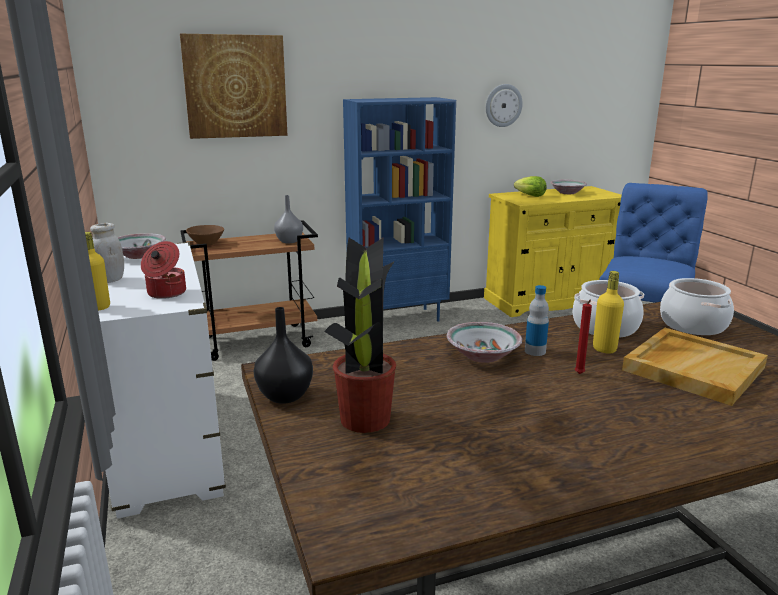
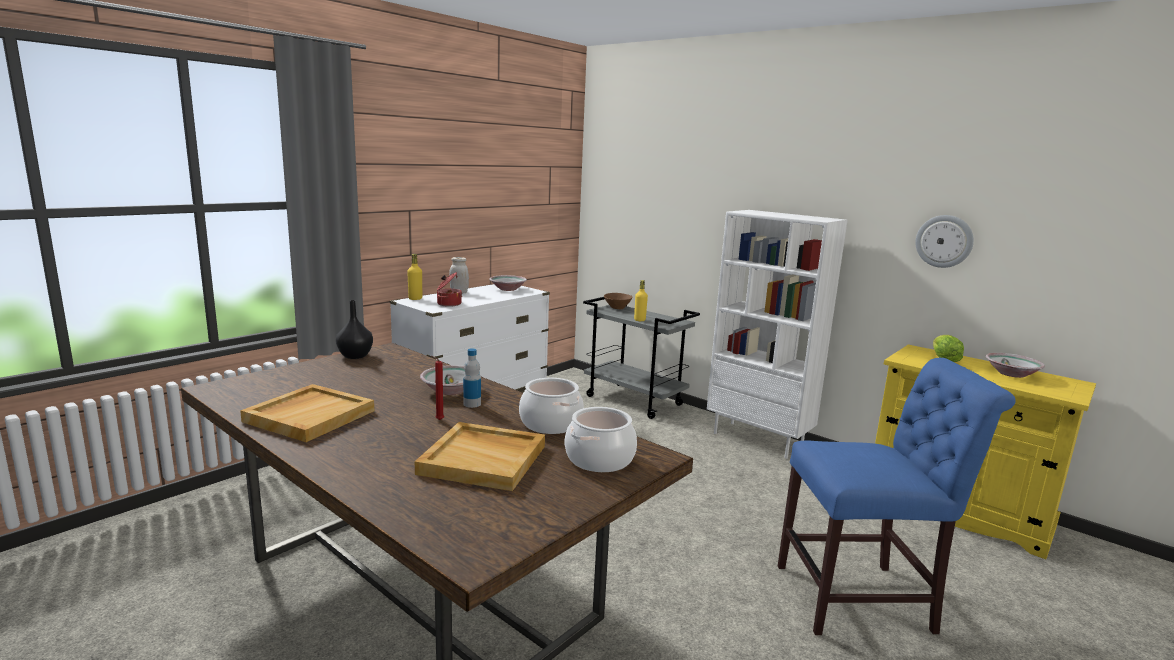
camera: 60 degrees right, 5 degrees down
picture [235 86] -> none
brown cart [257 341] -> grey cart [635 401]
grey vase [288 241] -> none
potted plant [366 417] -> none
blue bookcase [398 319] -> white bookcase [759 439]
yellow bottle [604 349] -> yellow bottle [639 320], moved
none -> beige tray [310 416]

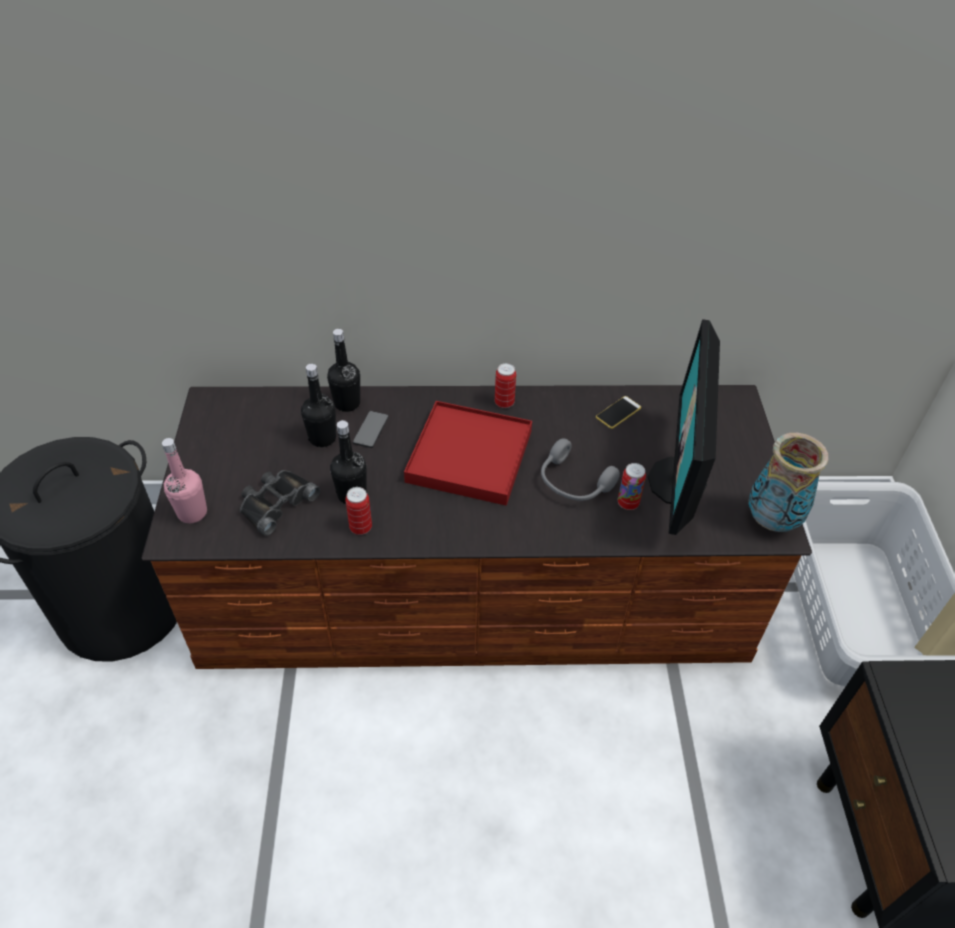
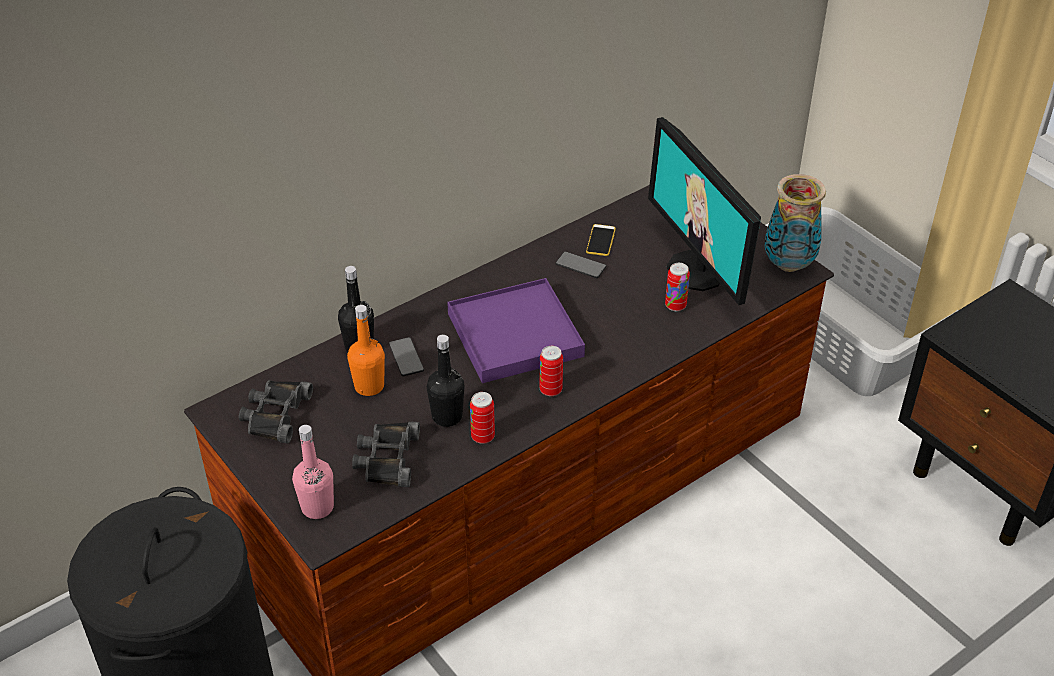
camera: 35 degrees left, 5 degrees down
black bottle [322 438] -> orange bottle [369 386]
red tray [469 456] -> purple tray [515 335]
can [504 402] -> can [550 390], moved
grey headphones [573 483] -> none
none -> black binoculars [275 414]
none -> phone [580 266]

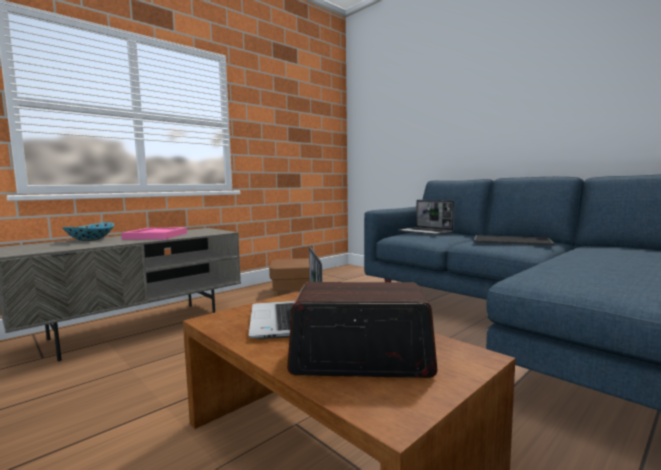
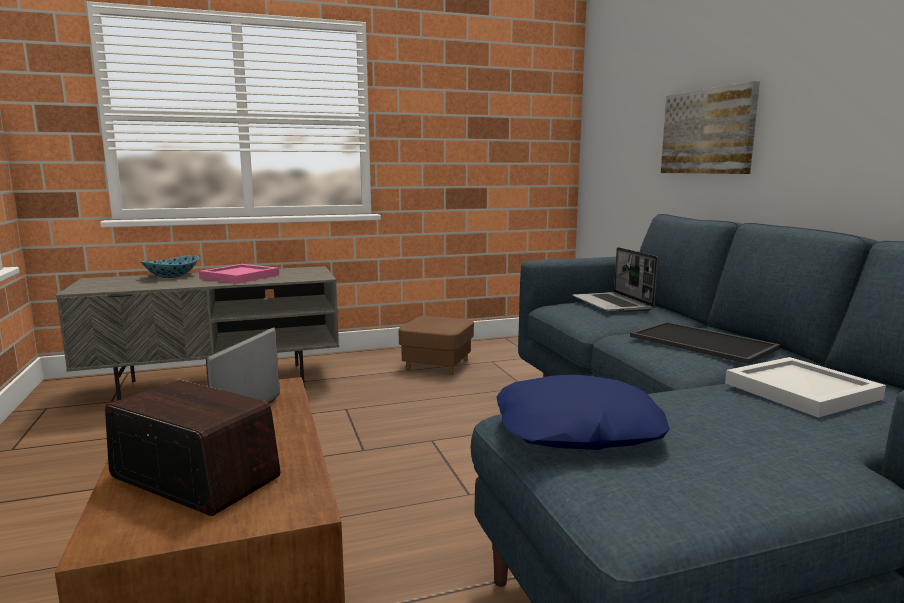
camera: 25 degrees right, 5 degrees up
none -> blue pillow [577 429]
none -> picture [708 132]
none -> white tray [804 391]

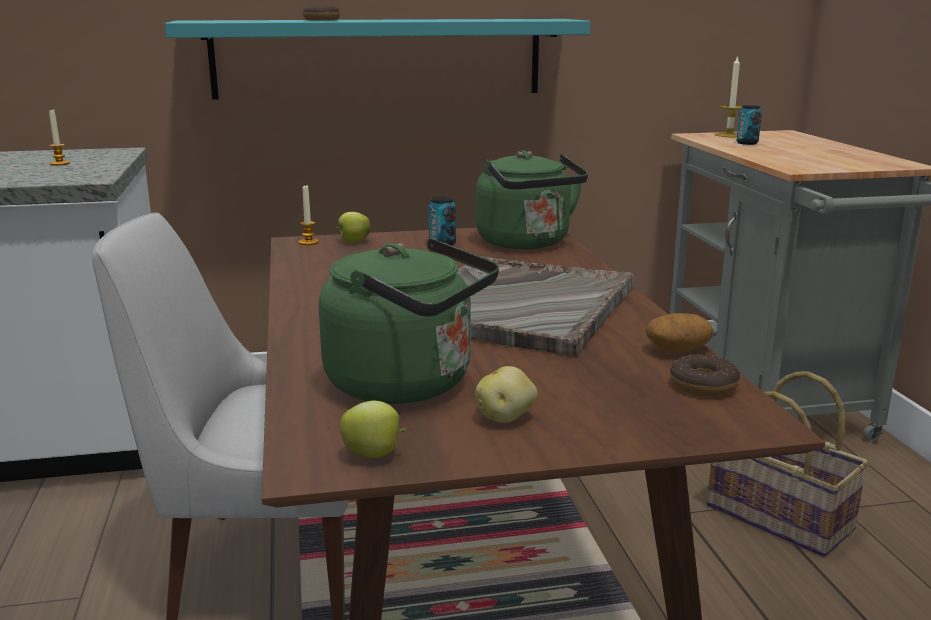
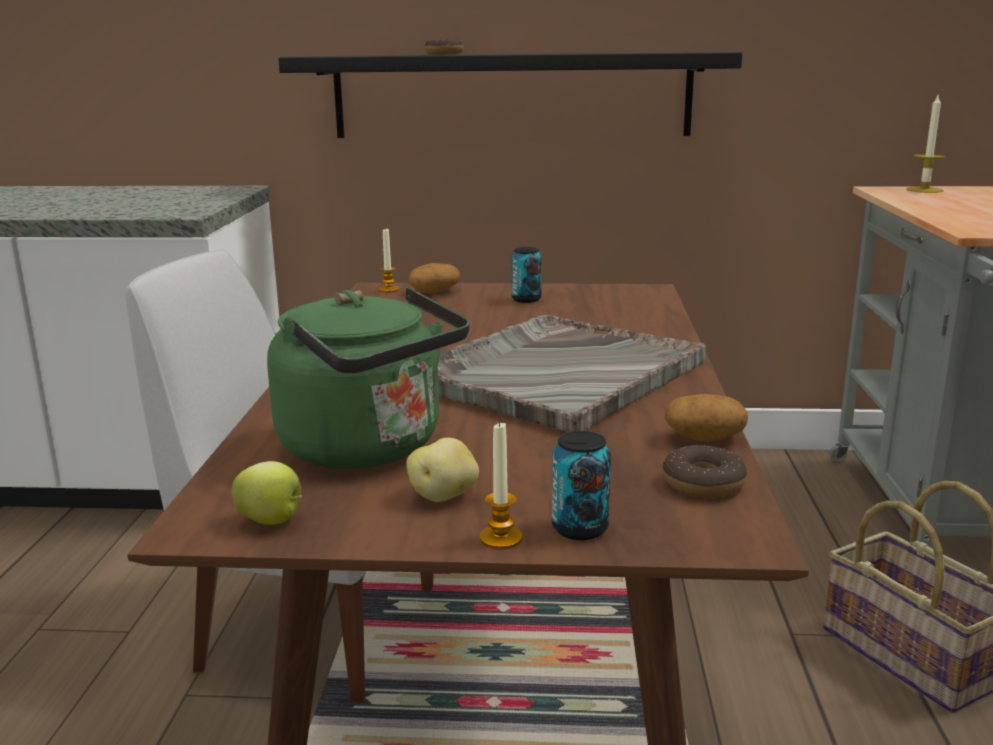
camera: 15 degrees right, 0 degrees up
candle [60 164] -> candle [501 538], moved
turquoise shelf [378 58] -> black shelf [511 95]
apple [353 241] -> potato [434 291]
green kettle [527 243] -> none
can [747 143] -> can [580 528], moved

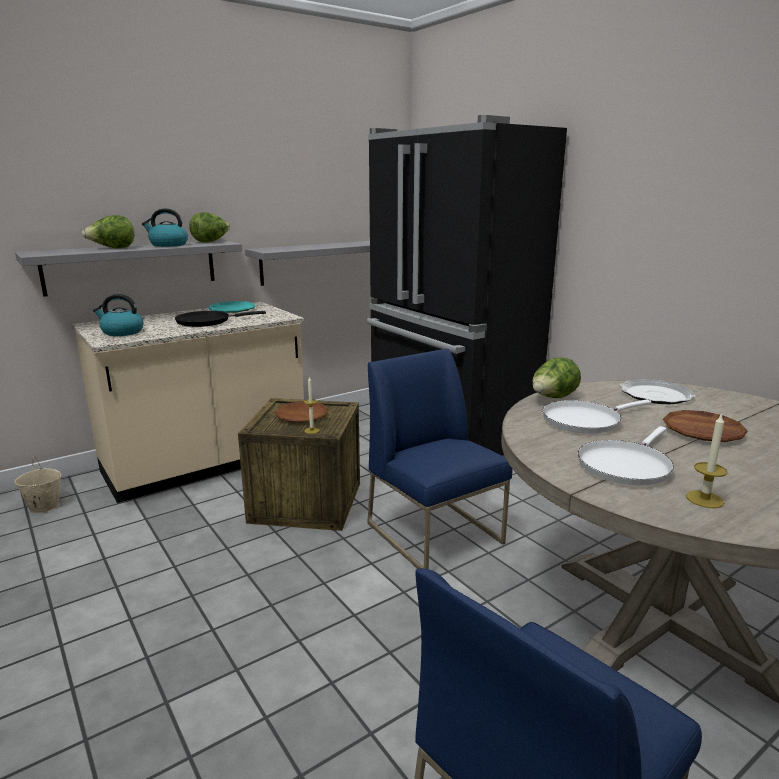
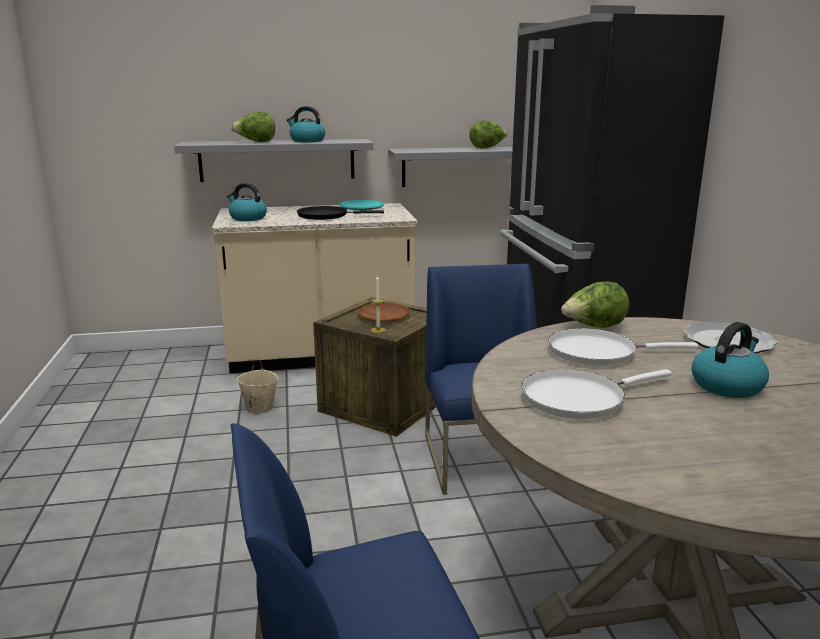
camera: 25 degrees right, 0 degrees up
beige bucket [43 506] -> beige bucket [259 408], moved
lettuce [211 242] -> lettuce [487 148], moved
brown plate [702 431] -> kettle [727 385]
candle [704 499] -> none

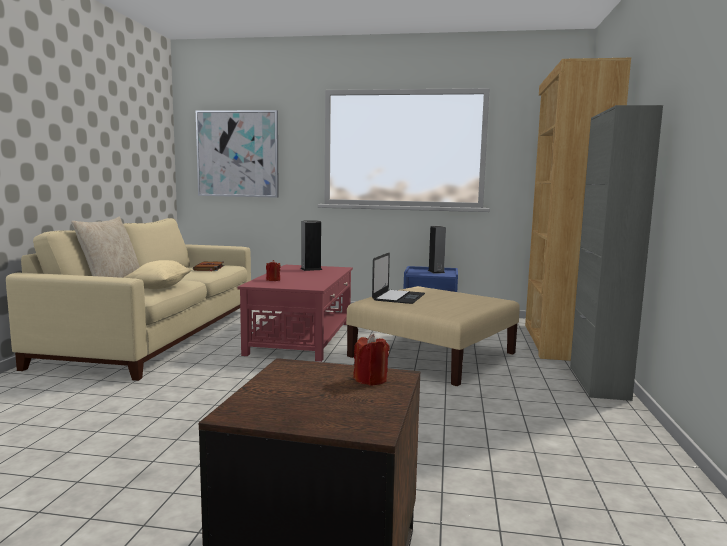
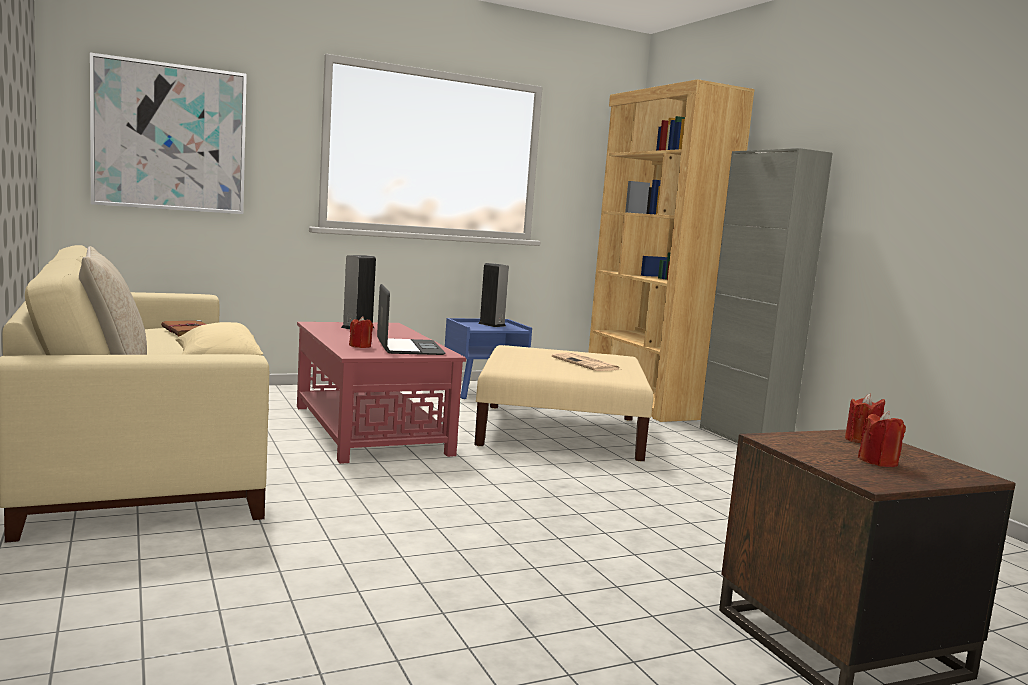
camera: 35 degrees left, 0 degrees up
laptop [399 297] -> laptop [409 347], moved
none -> newspaper [586 363]
none -> red candle [878 462]

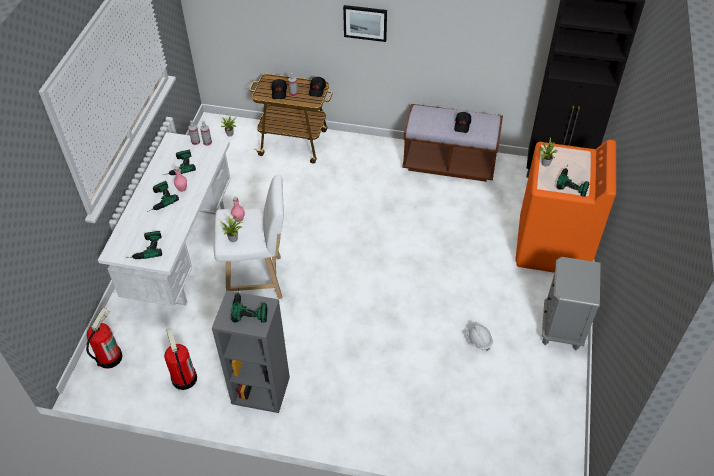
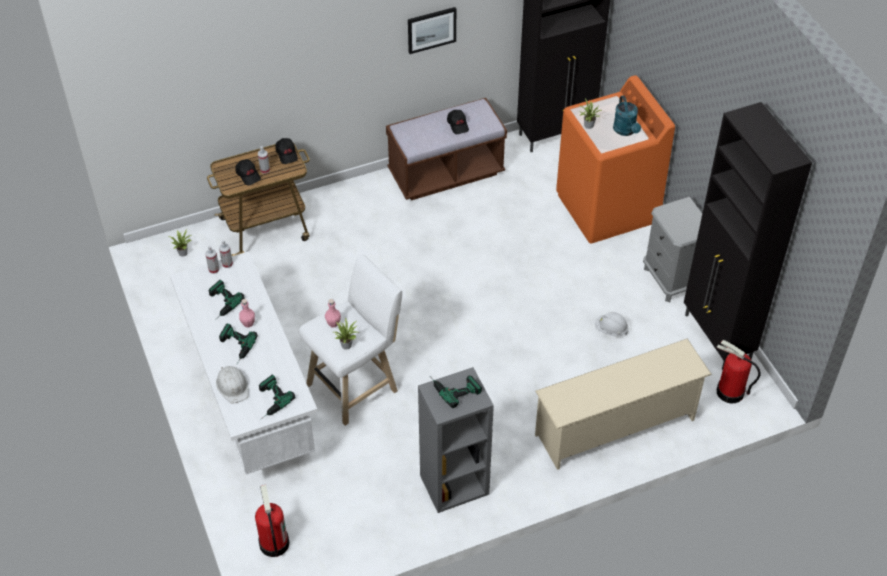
camera: 35 degrees left, 0 degrees up
fire extinguisher [184 378] -> fire extinguisher [729 392], moved
picture [365 22] -> picture [431 29], moved
power drill [573 181] -> turquoise watering can [626 131]
none -> white hard hat [233 386]
none -> beige shoe rack [616 428]
none -> black cabinet [717 338]

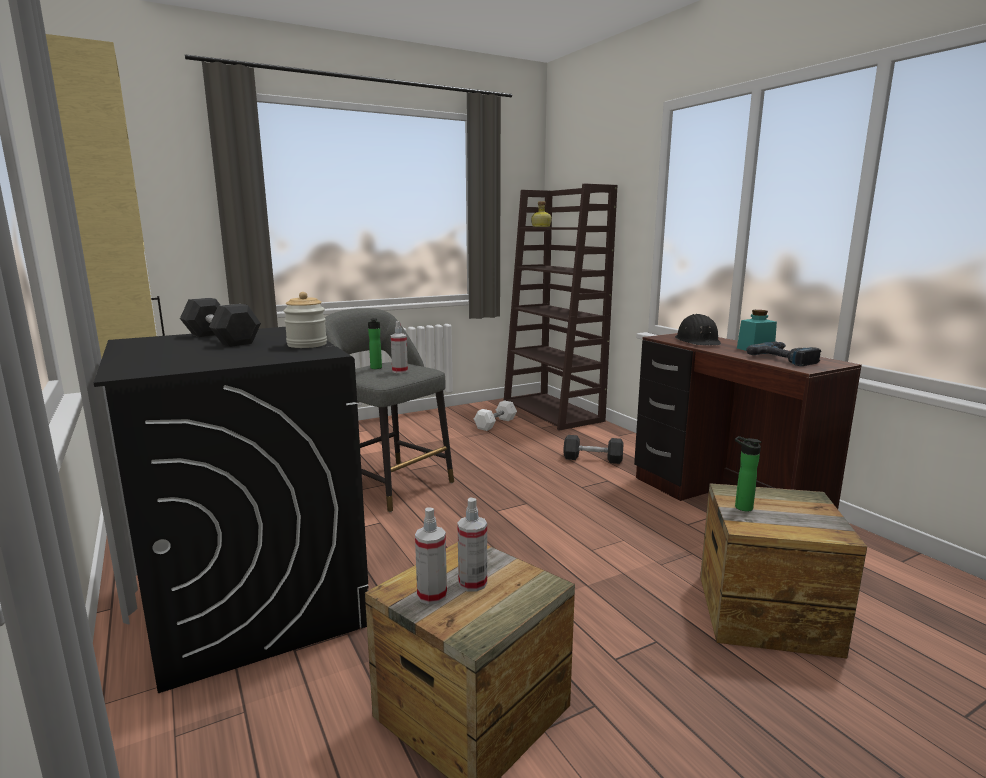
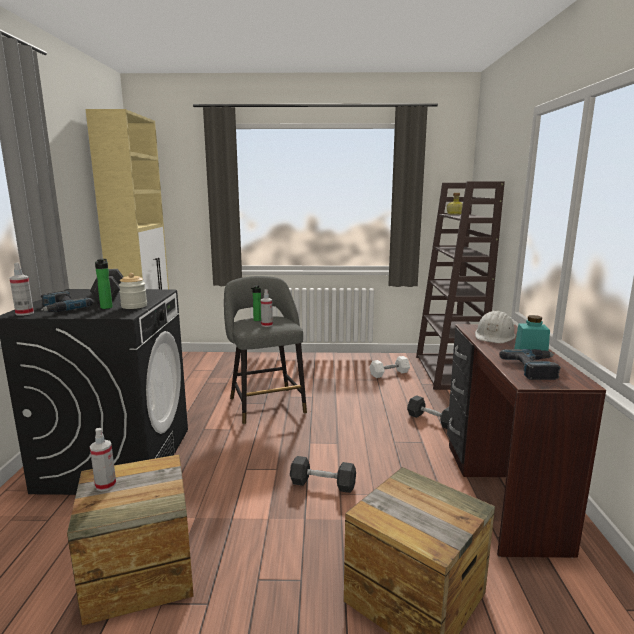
camera: 30 degrees right, 0 degrees up
spray bottle [472 583] -> spray bottle [24 313], moved
black hard hat [698 341] -> white hard hat [494 336]
bottle [741 507] -> bottle [106 307], moved
none -> power drill [60 308]
none -> grey dumbbell [322 484]

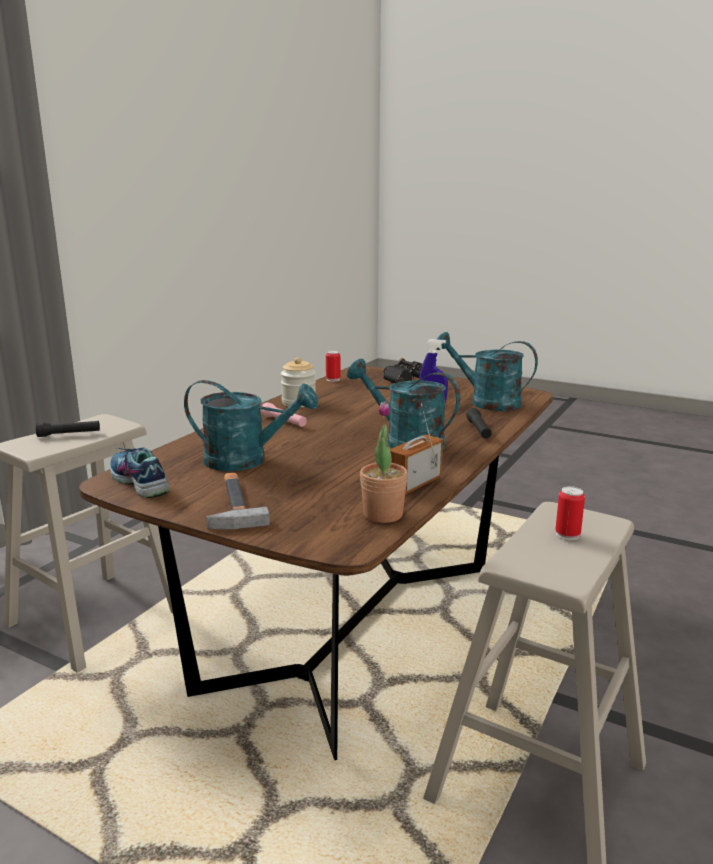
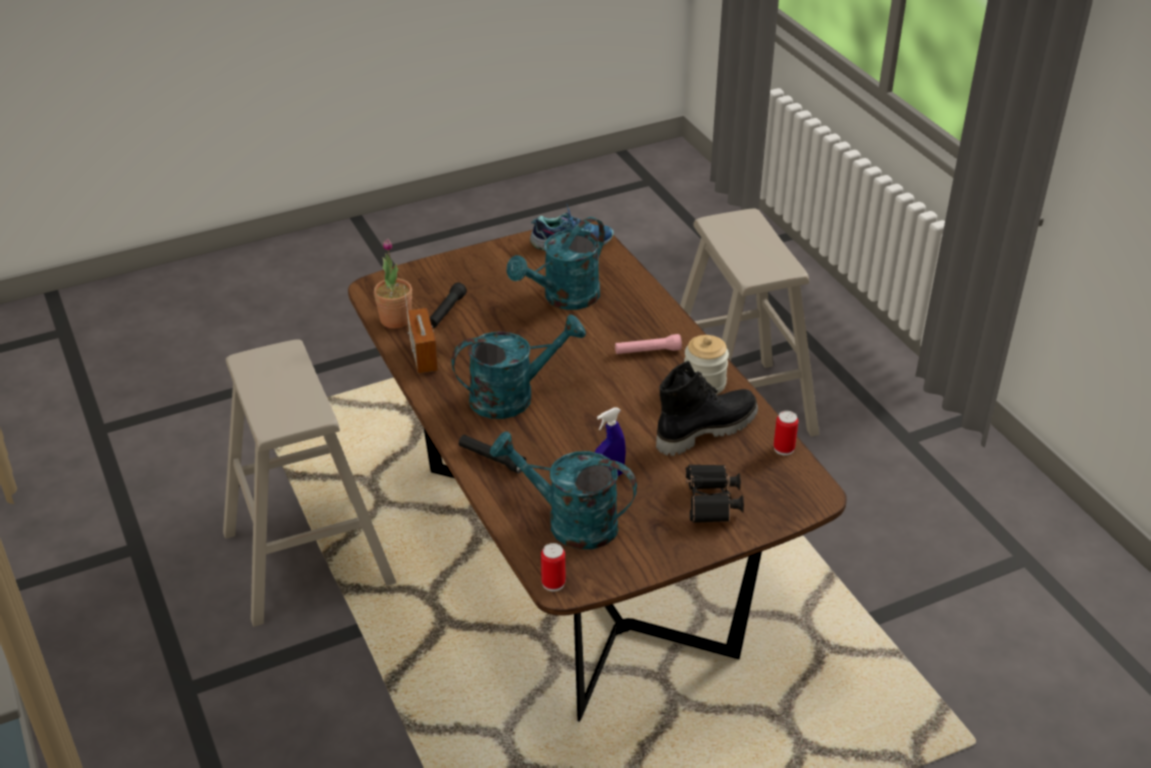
camera: 125 degrees right, 20 degrees up
black flashlight [69 434] -> black flashlight [446 312], moved
hammer [233 503] -> none
turquoise watering can [486 402] -> turquoise watering can [569 522], 135 degrees counterclockwise
can [567 534] -> can [553 583], moved
none -> black boot [705 429]

